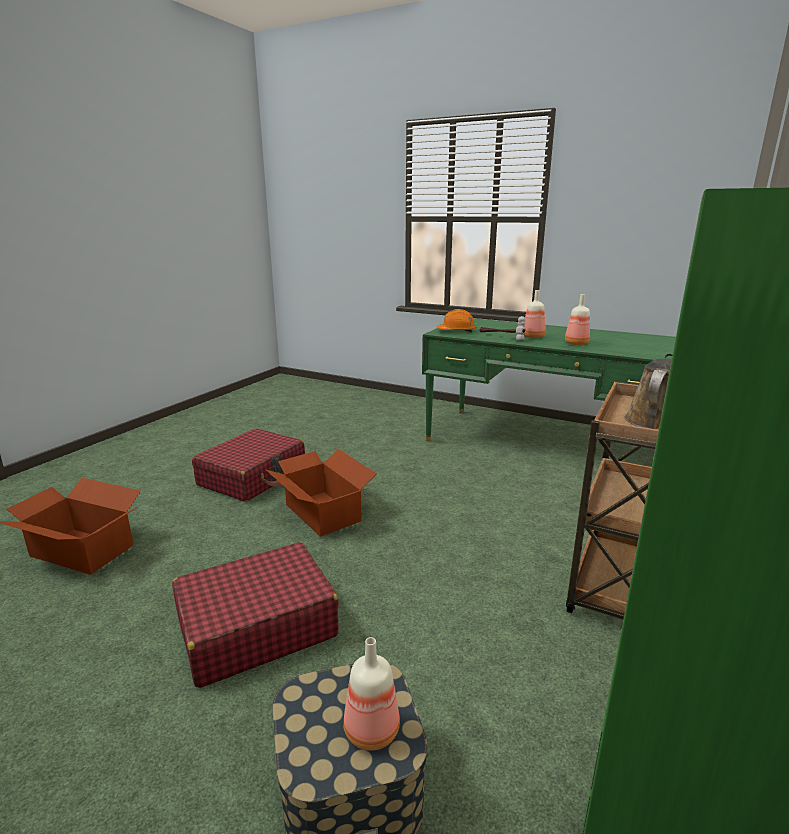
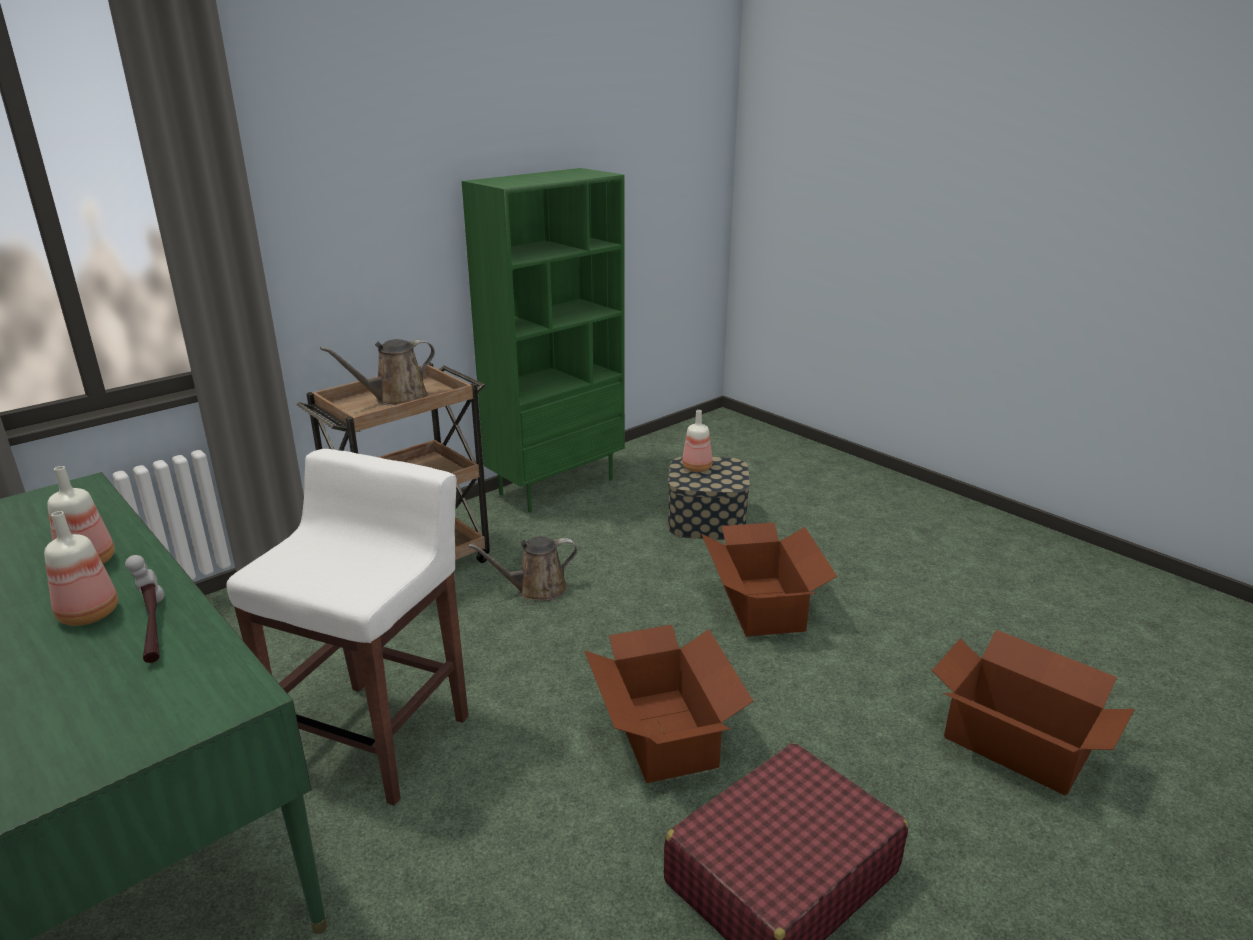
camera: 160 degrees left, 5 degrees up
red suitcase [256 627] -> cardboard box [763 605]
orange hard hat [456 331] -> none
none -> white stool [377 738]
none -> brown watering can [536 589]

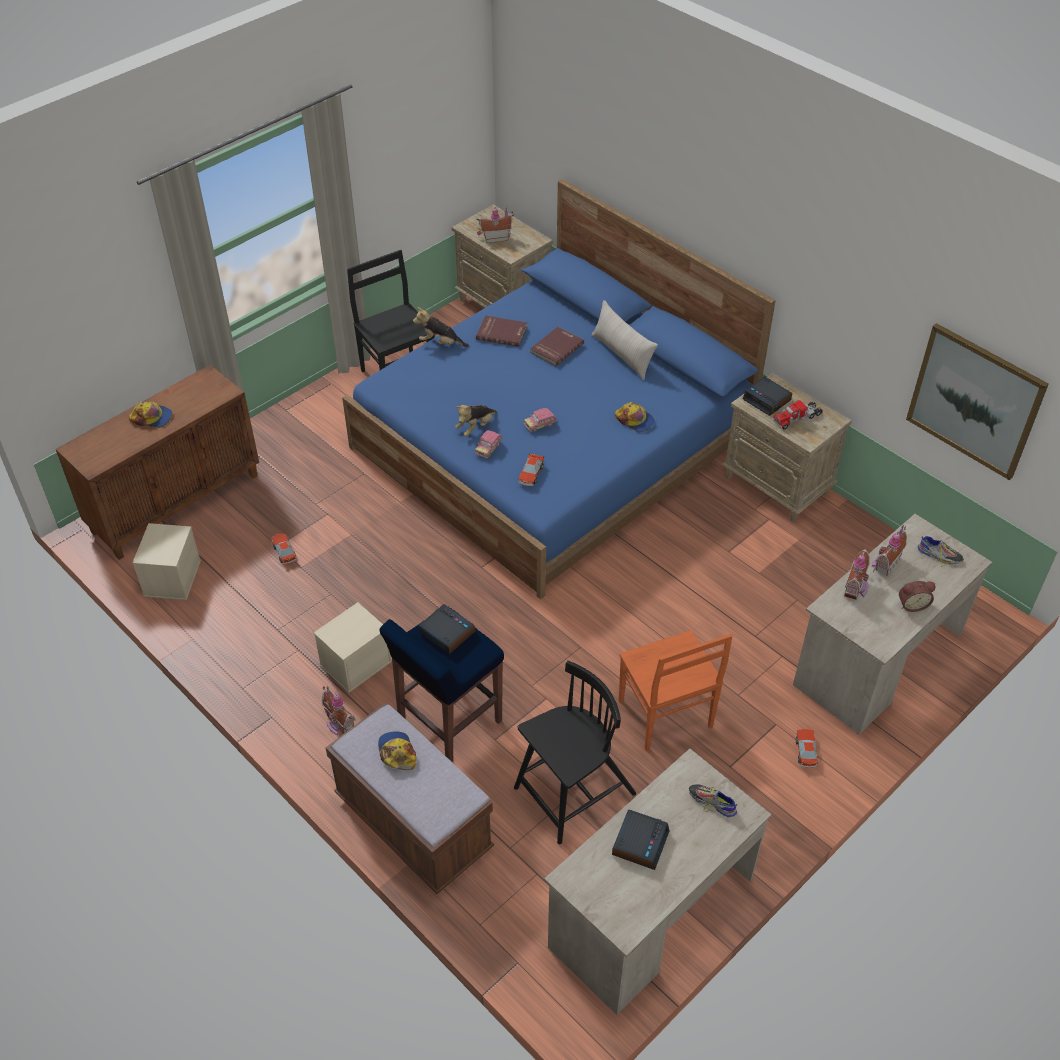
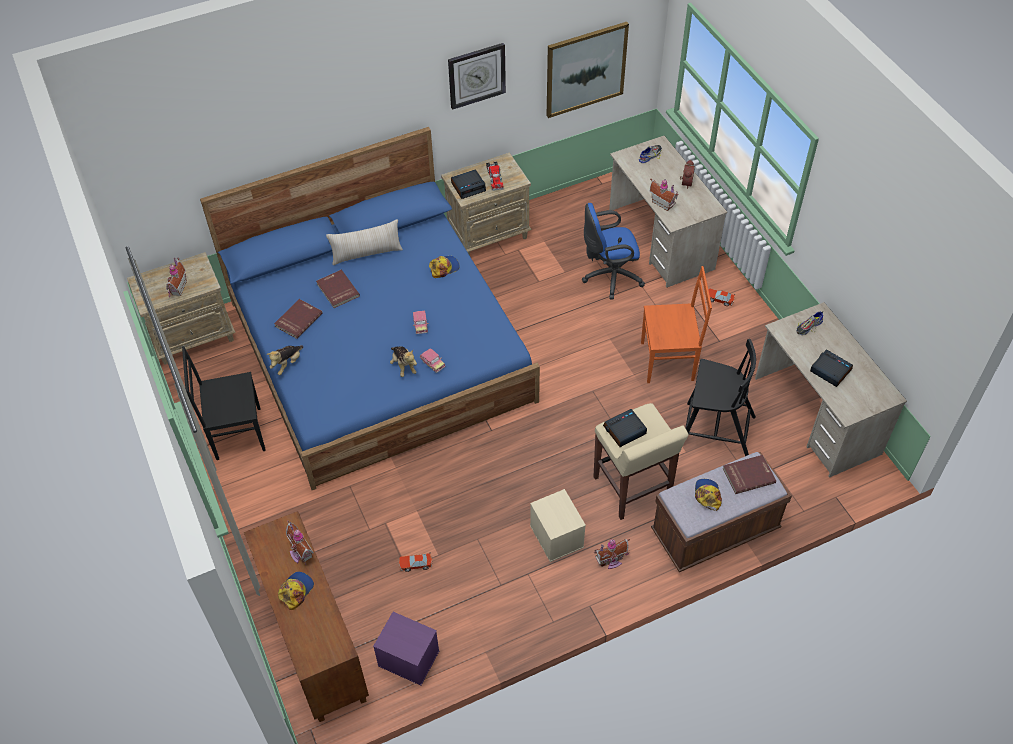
camera: 70 degrees left, 5 degrees up
beige storage box [172 577] -> purple storage box [407 658]
cap [397 752] -> cap [707 495], 90 degrees clockwise
blue stool [448 721] -> beige stool [632 488]
black chair [573 793] -> black chair [715 431], 120 degrees clockwise
toy car [531 474] -> none
toy house [884 564] -> toy house [300 552], moved
none -> wall clock [476 75]
none -> blue office chair [609 277]
none -> red book [748 475]

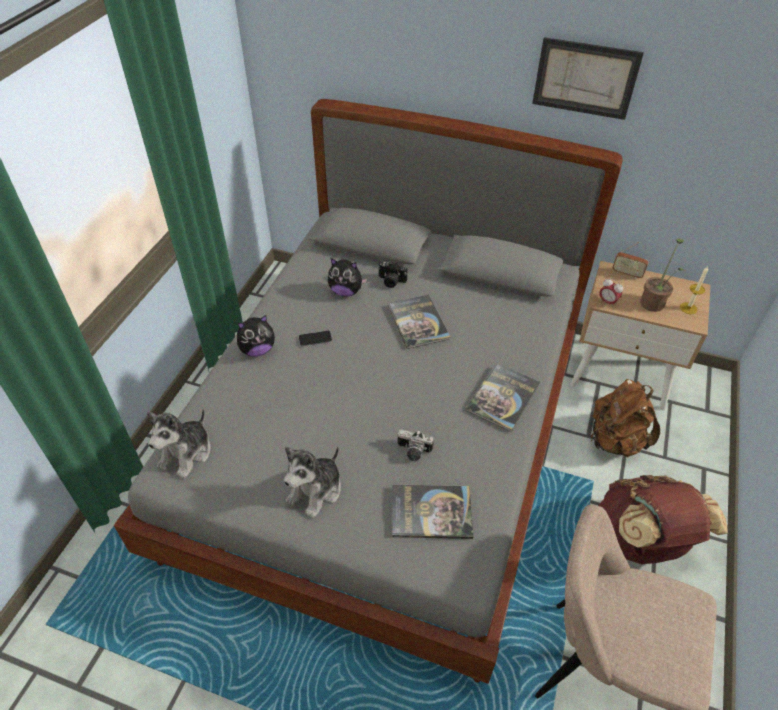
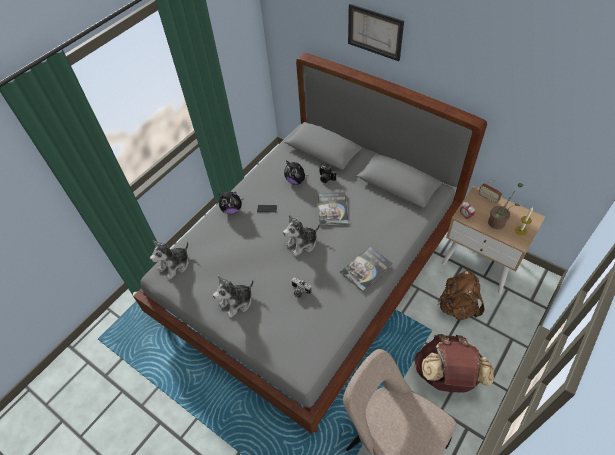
camera: 20 degrees right, 5 degrees up
book [431 512] -> none
picture [585 78] -> picture [375 32], moved
none -> plush toy [302 244]

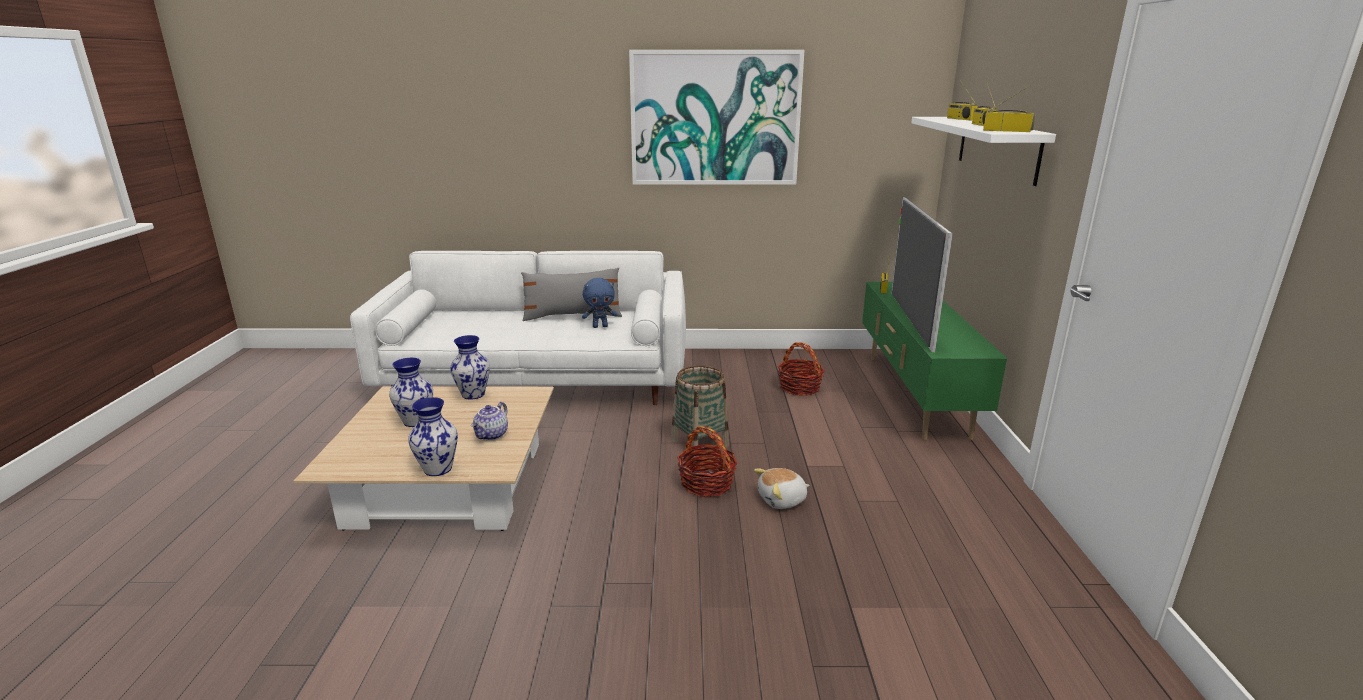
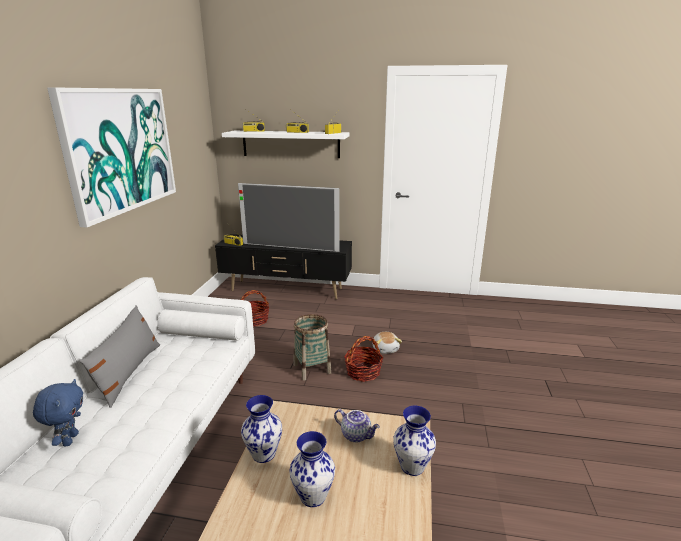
camera: 80 degrees left, 0 degrees up
blue plush toy [600 326] -> blue plush toy [69 439], moved
green tv stand [914 395] -> black tv stand [287 290]

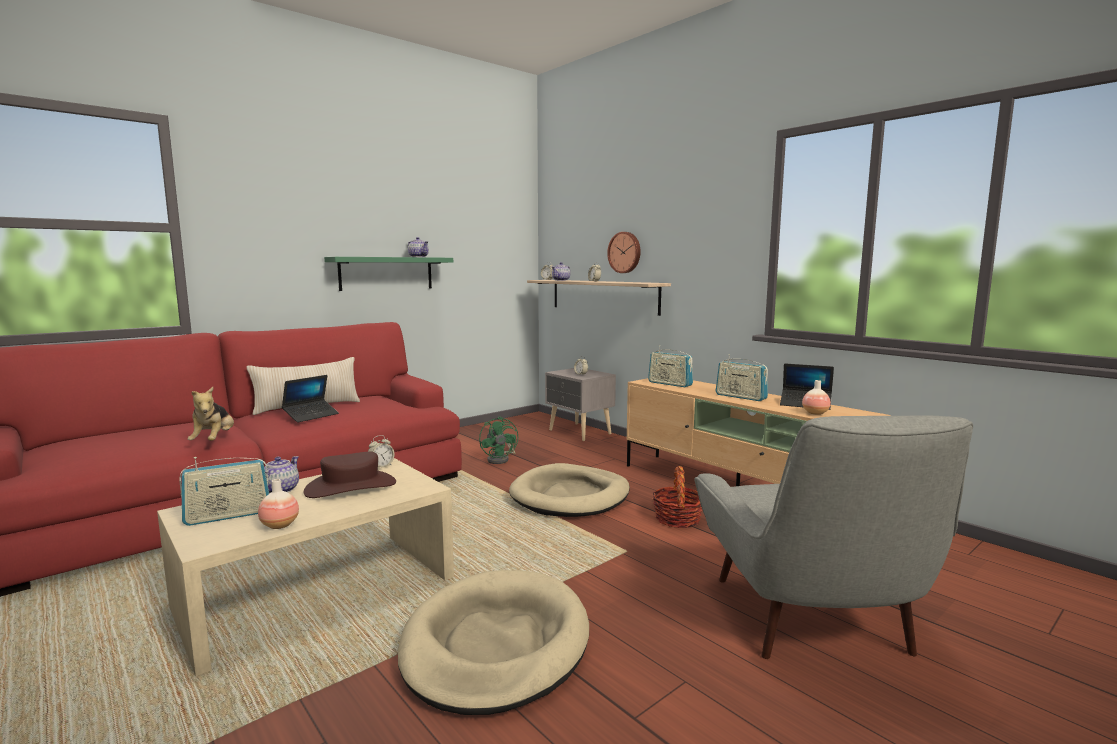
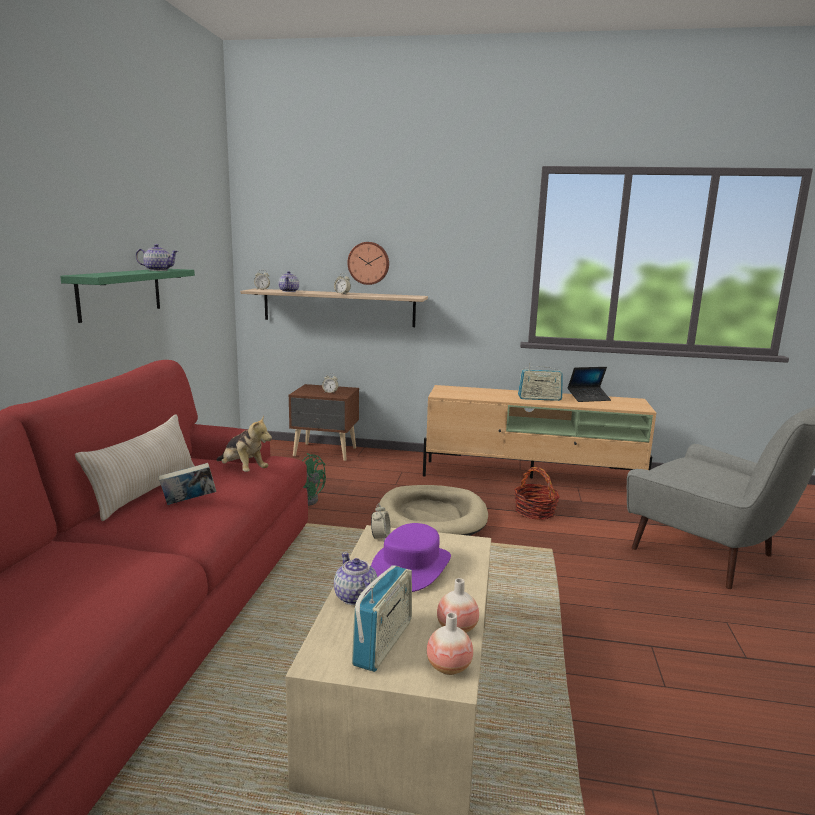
camera: 40 degrees left, 5 degrees up
plush toy [214 441] -> plush toy [243 470], moved
laptop [311 415] -> book [189 502]
brown hat [351 487] -> purple hat [411 567]
beige dog bed [495 644] -> none
grey nightstand [579 432] -> brown nightstand [325 452]
radio [670 384] -> none
vase [815 413] -> vase [449 667], moved

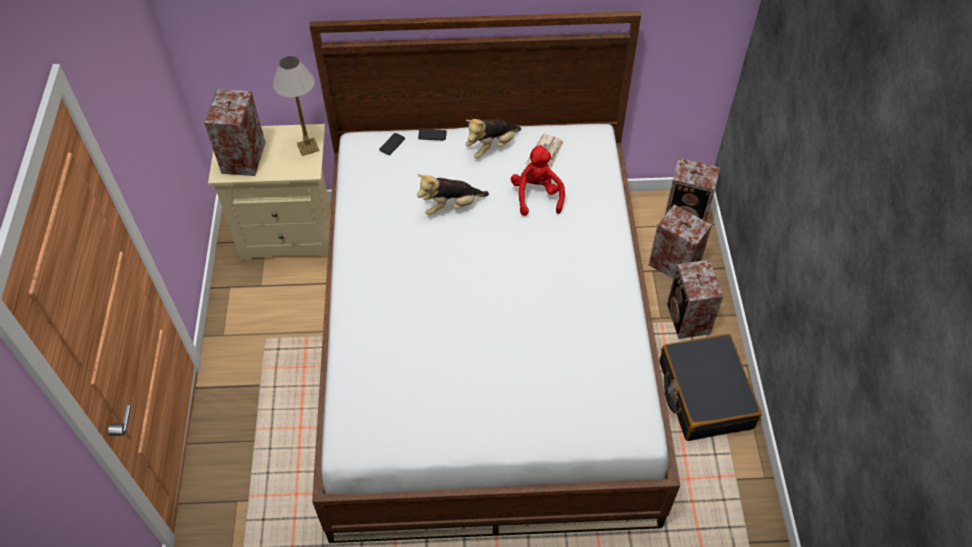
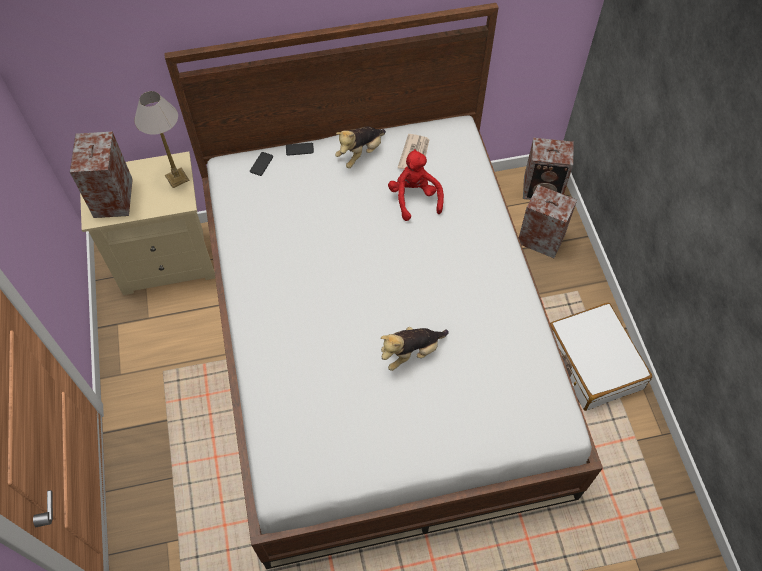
camera: 10 degrees left, 5 degrees up
plush toy [451 206] -> plush toy [411 353], moved
black suitcase [704 395] -> white suitcase [592 363]
speaker [687 320] -> none

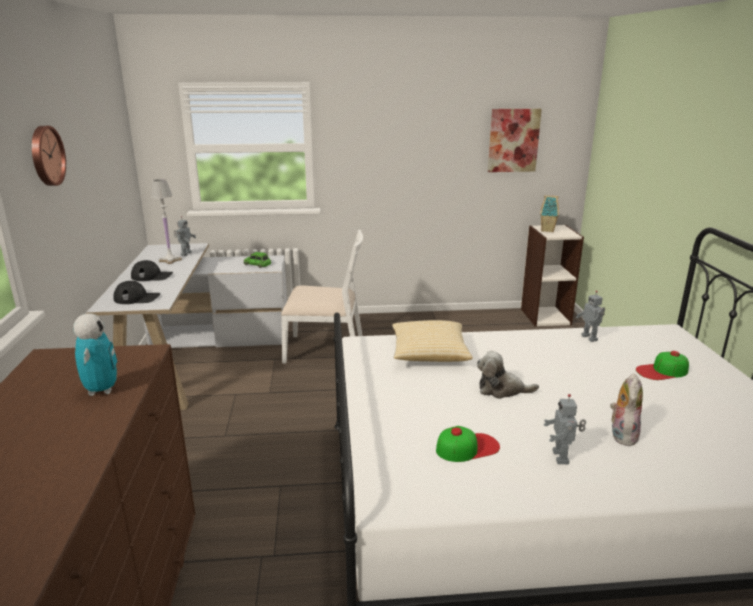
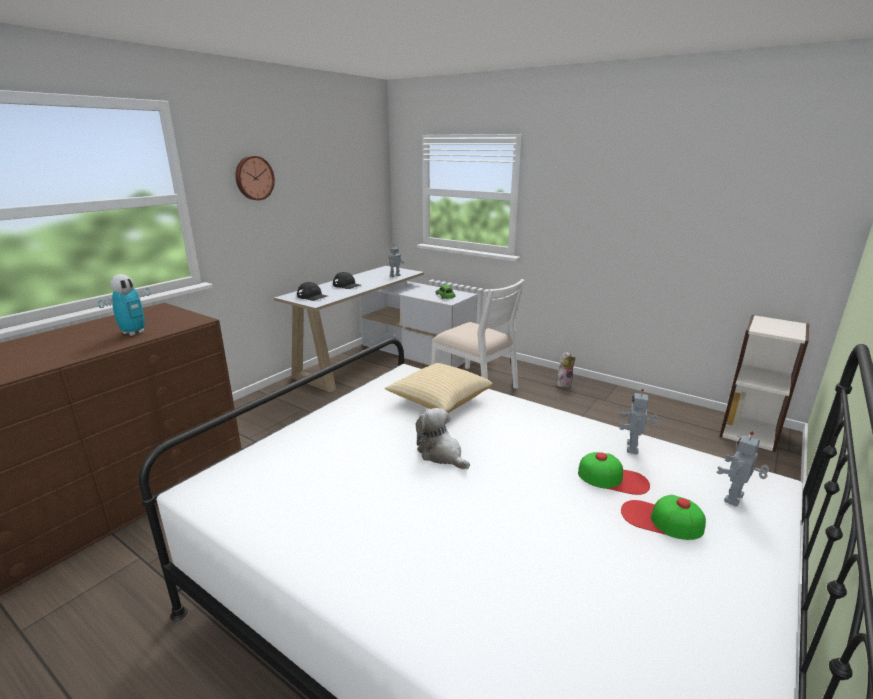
camera: 40 degrees right, 0 degrees up
white table lamp [170 260] -> none
cap [467 447] -> cap [613 478], moved
picture [513 140] -> none
toy house [548 230] -> none
toy robot [562 457] -> toy robot [735 499], moved
plush toy [621 435] -> plush toy [563 383], moved

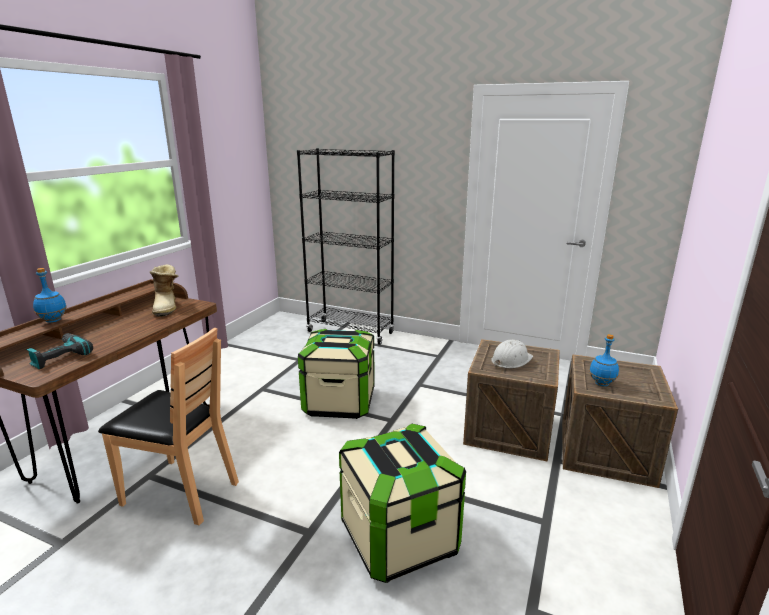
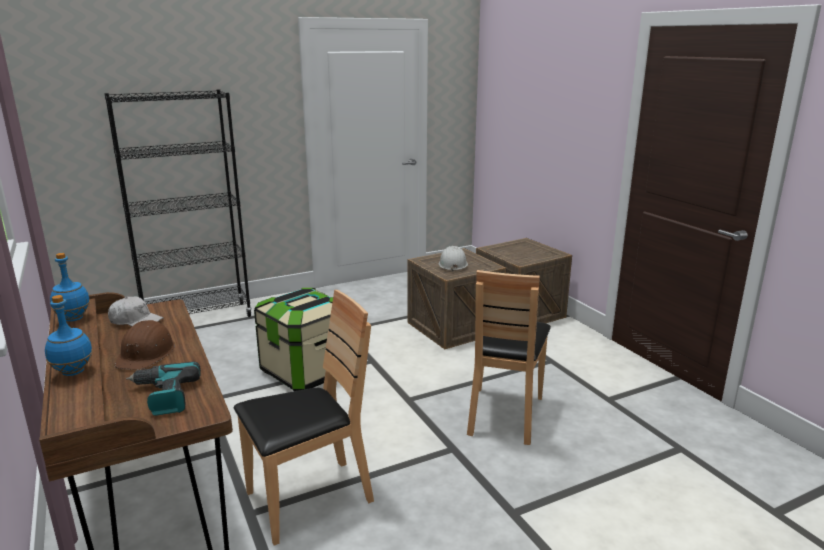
camera: 50 degrees left, 0 degrees up
boot [167 307] -> white cap [136 321]
storage box [399 538] -> brown chair [504 414]
blue bottle [601 384] -> blue bottle [73 319], moved
none -> brown hard hat [146 353]

